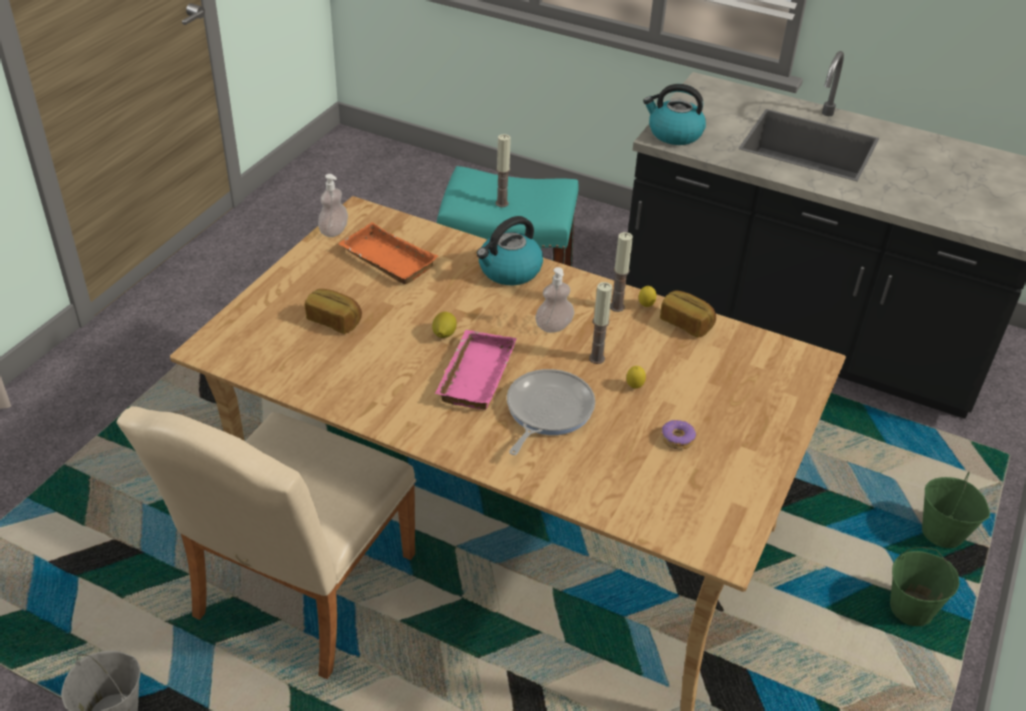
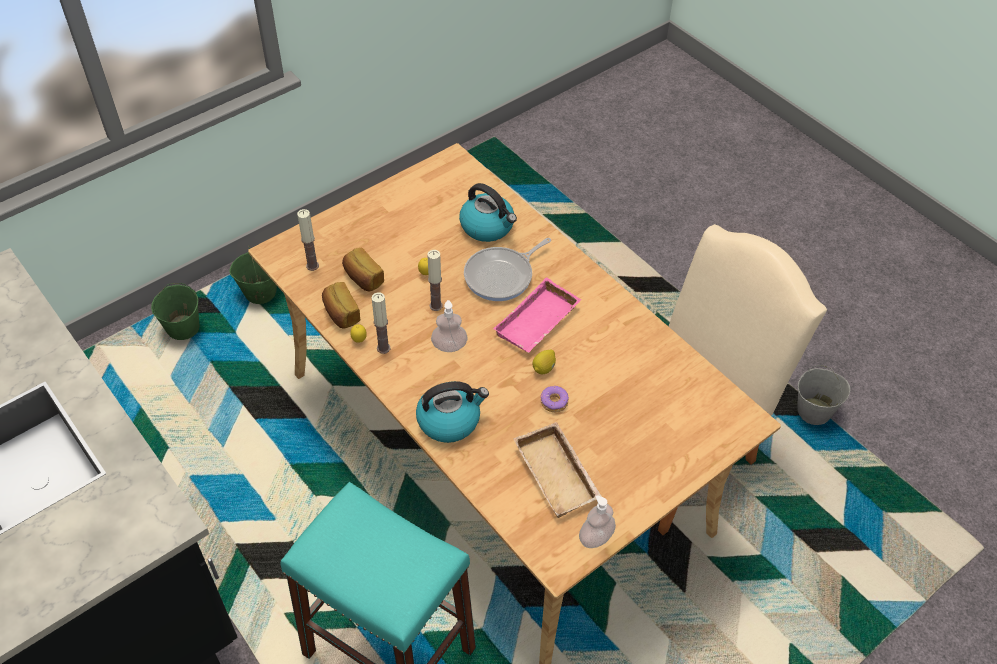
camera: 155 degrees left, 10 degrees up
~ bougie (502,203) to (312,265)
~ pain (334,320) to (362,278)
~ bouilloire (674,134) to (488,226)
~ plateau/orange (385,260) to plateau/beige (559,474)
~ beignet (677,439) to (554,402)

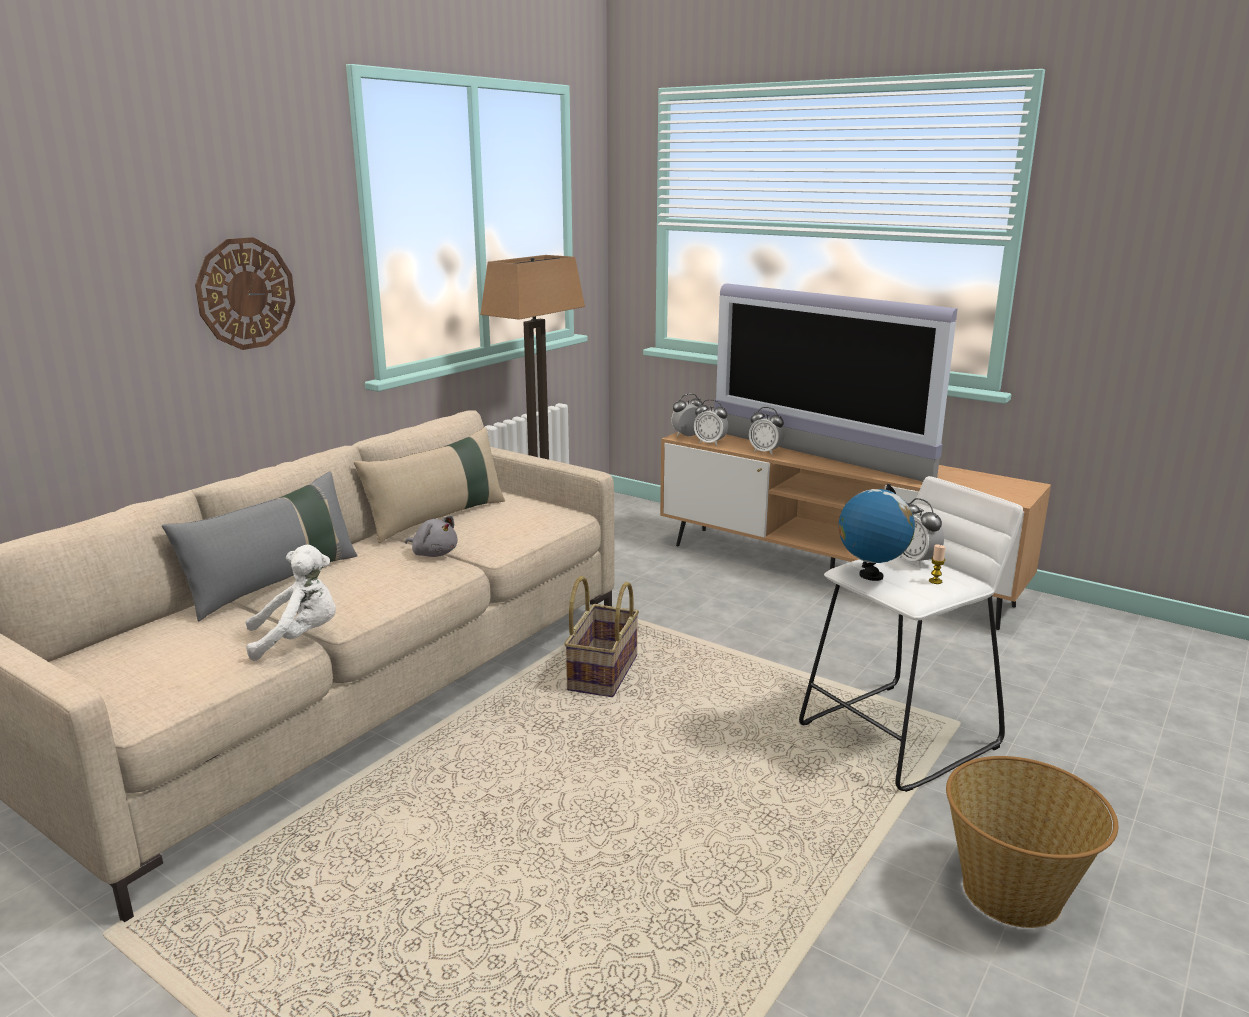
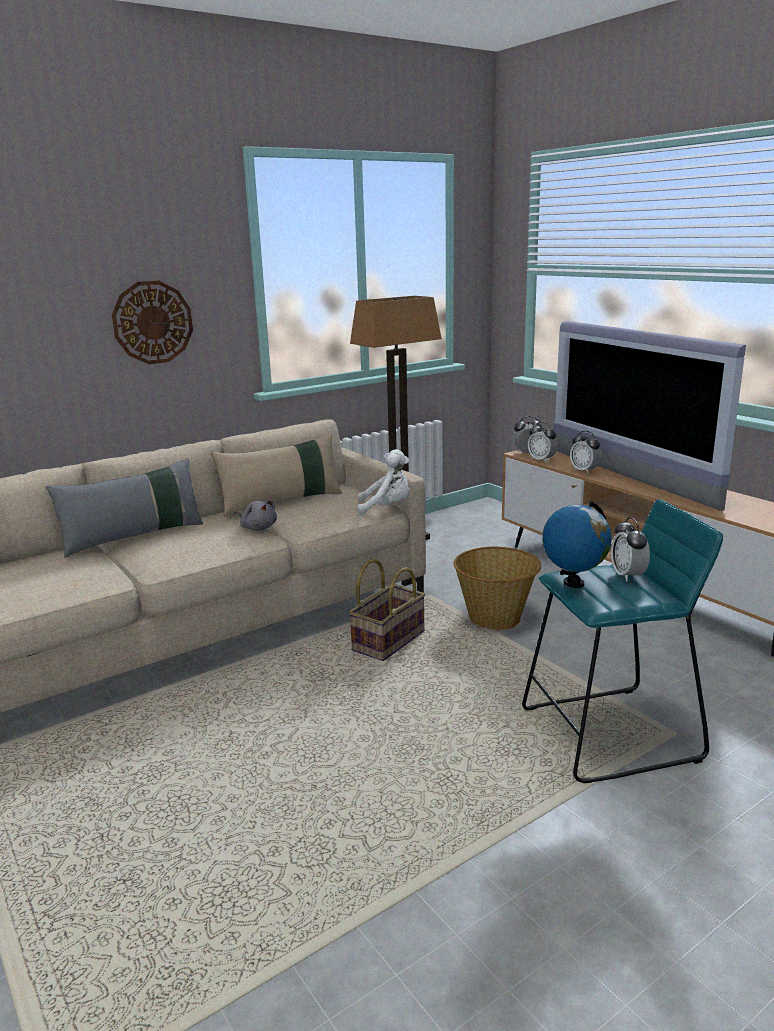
camera: 20 degrees right, 0 degrees up
~ peluche/blanc (298,638) to (386,508)
~ panier (1013,893) to (495,618)
~ tabouret/blanc (899,735) to tabouret/turquoise (610,734)
- bougie (935,581)

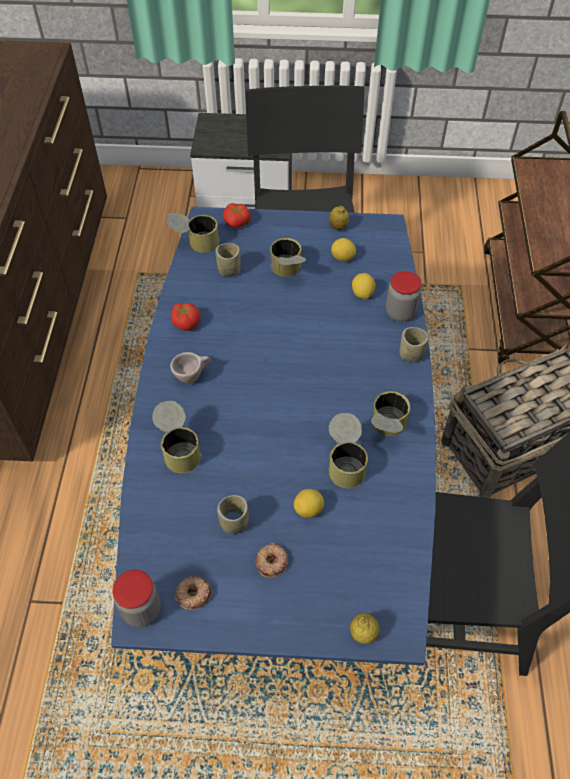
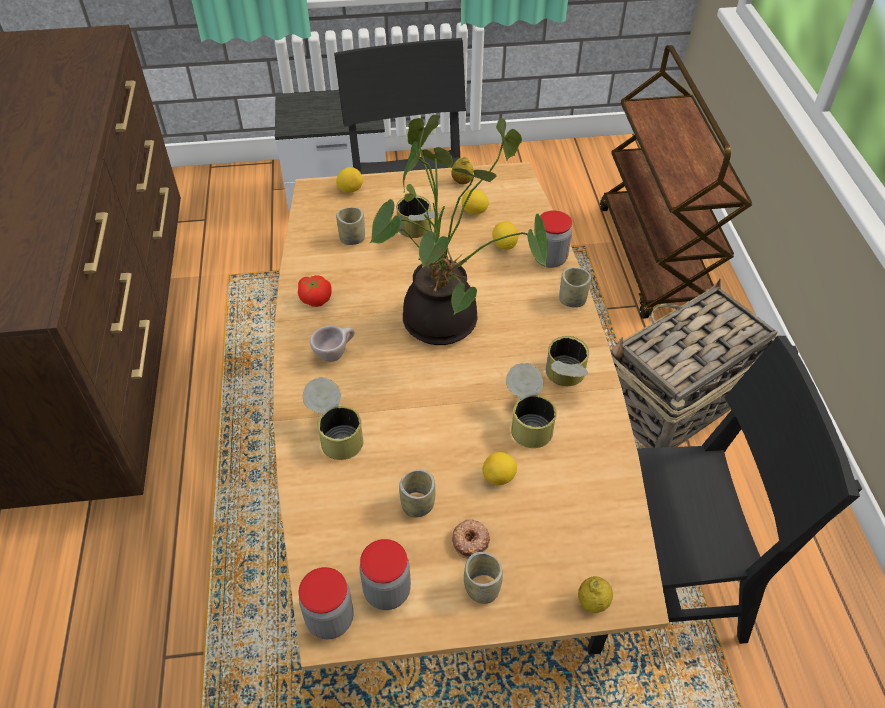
camera: 10 degrees left, 5 degrees down
~ table à manger/bleu (284,502) to table à manger/marron (442,497)
~ tomate (237,222) to citron (350,189)
~ beignet (193,594) to bocal (387,591)
+ plante en pot (447,322)
+ tasse (482,588)
- boîte métallique (195,243)

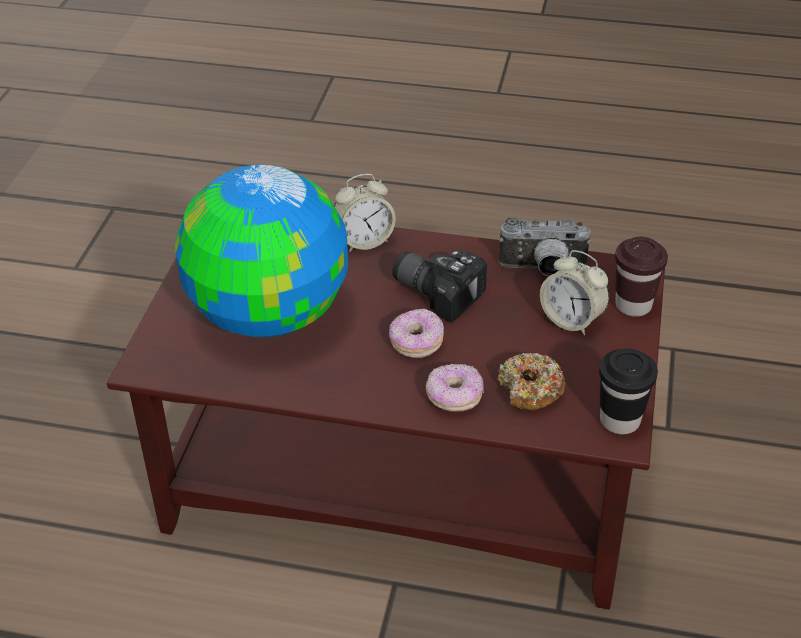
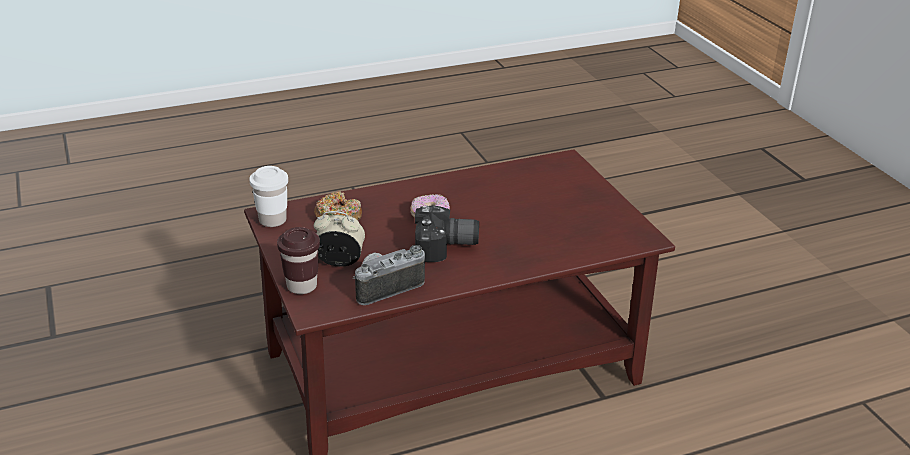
camera: 145 degrees right, 10 degrees down
~ tasse/noir (620,420) to tasse/blanc (272,220)
- globe (270,315)
- réveil (364,241)
- beignet (454,397)

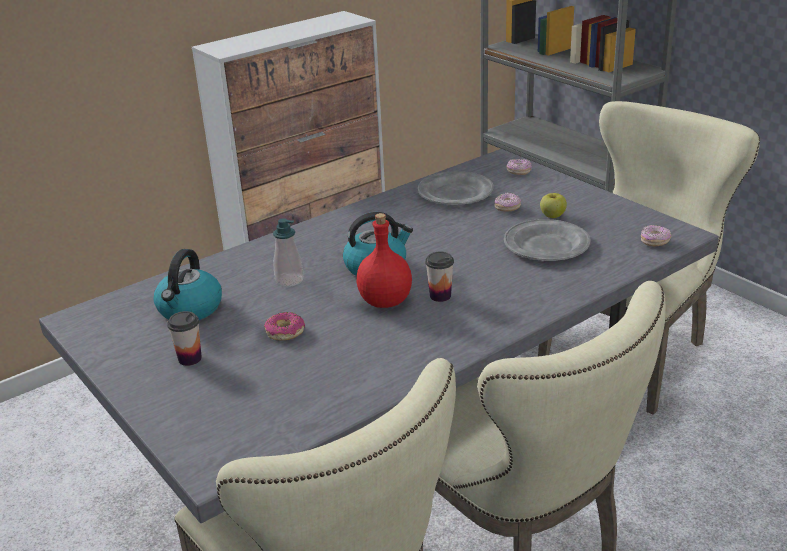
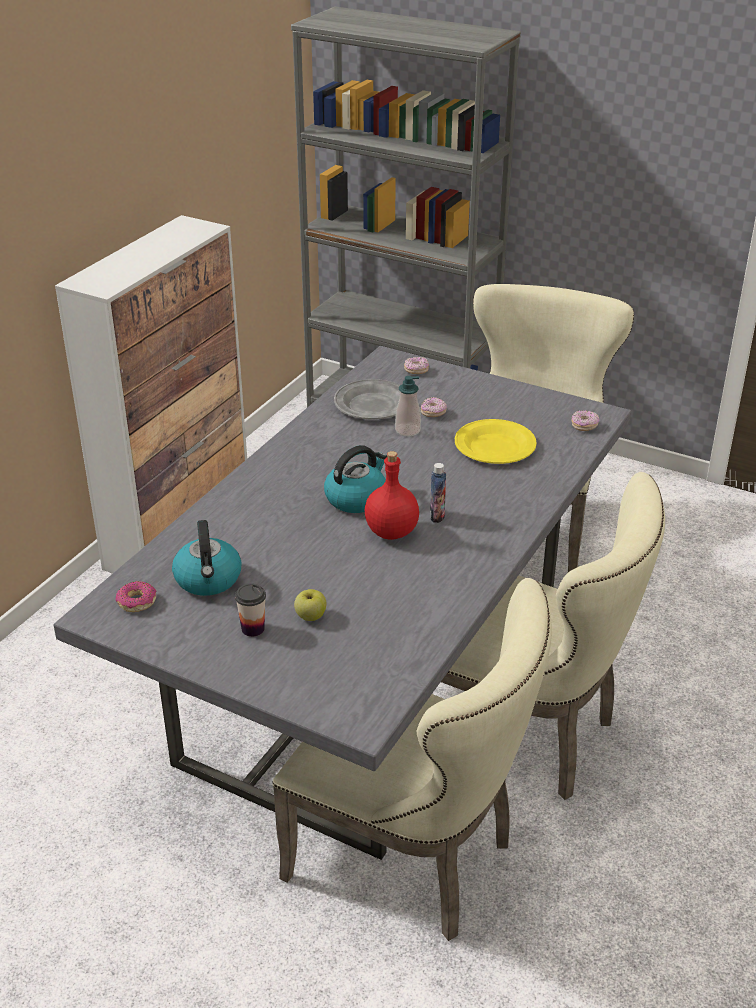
camera: 25 degrees left, 5 degrees up
~ beignet (285,332) to (137,602)
~ pomme (552,216) to (310,616)
~ distributeur de savon (289,280) to (407,430)
~ tasse (440,296) to bouteille (437,516)
~ assiette/gris (547,245) to assiette/jaune (495,446)

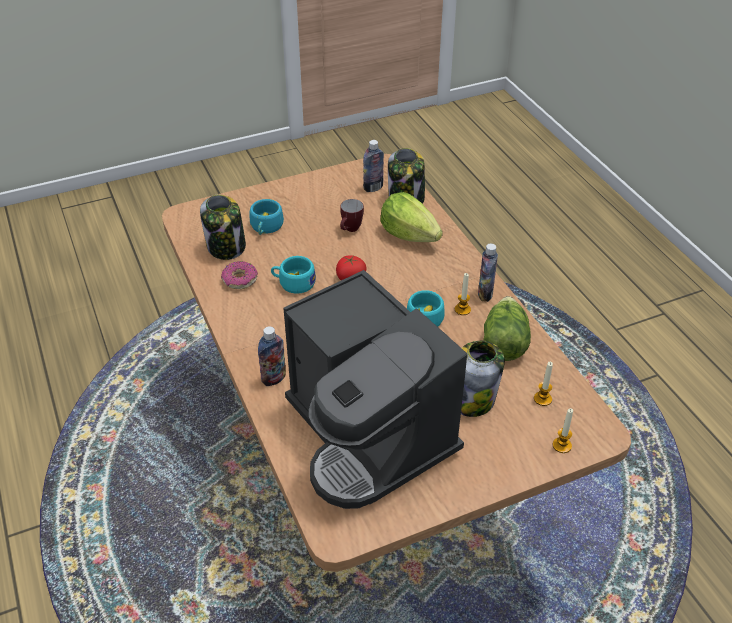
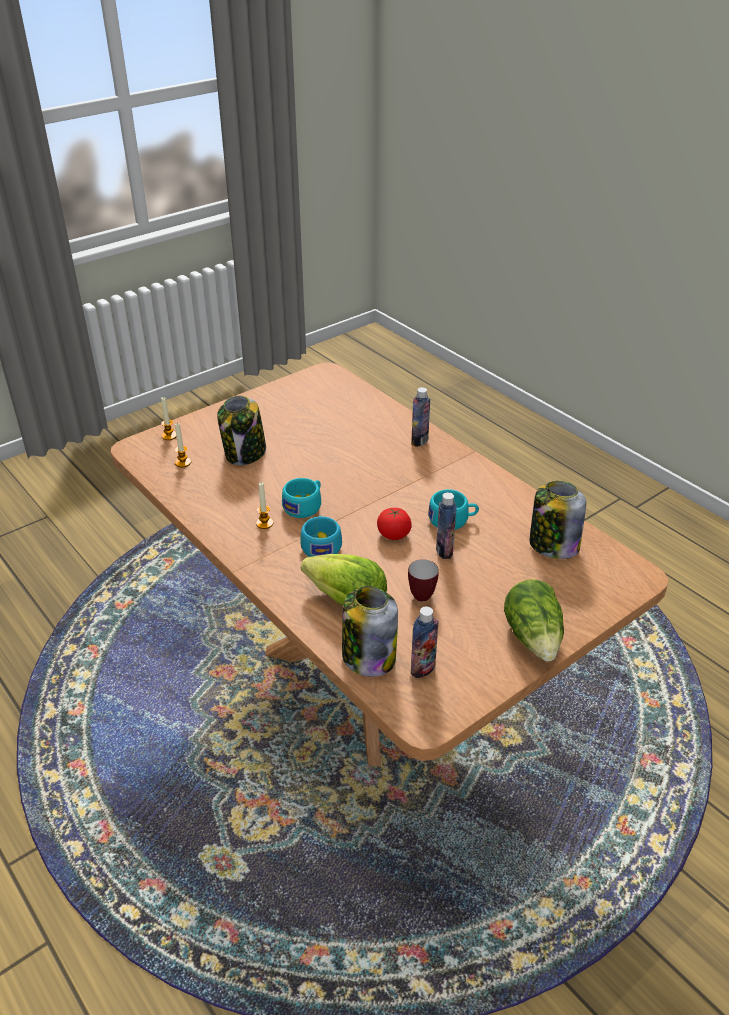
camera: 165 degrees right, 5 degrees down
~ tasse/turquoise (266,227) to (321,545)
~ bouteille (485,294) to (444,550)
~ laitue (503,342) to (534,637)
- beignet (239,280)
- machine à café (369,436)

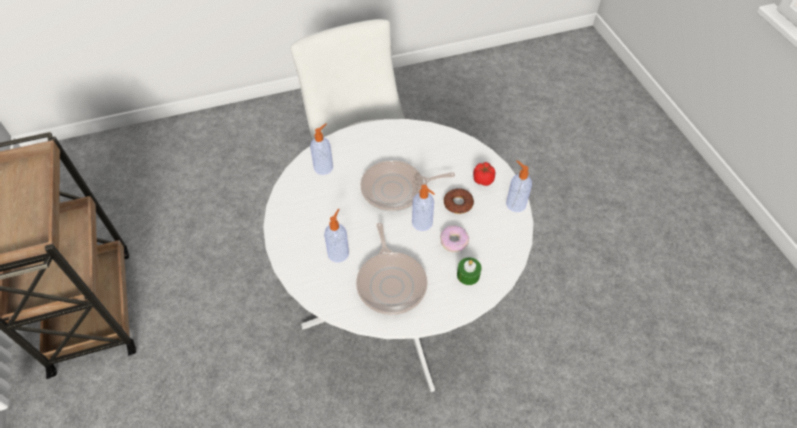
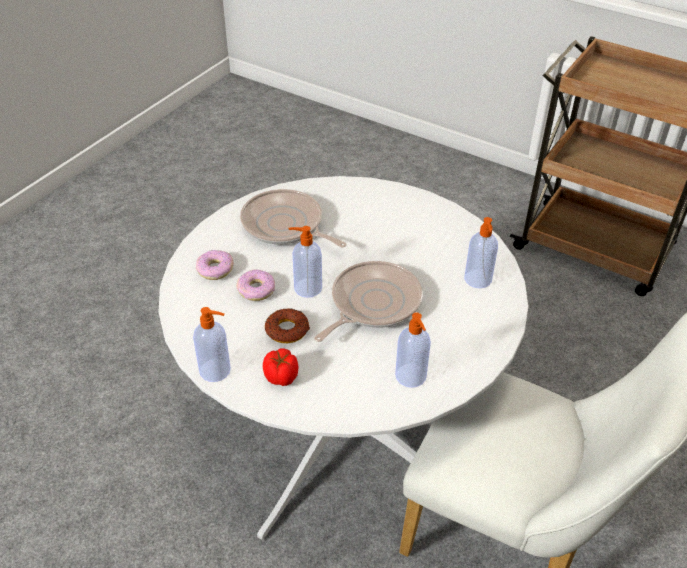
camera: 140 degrees right, 10 degrees down
~ bougie/vert (468,275) to beignet (215,269)
~ distributeur de savon (338,253) to (411,377)

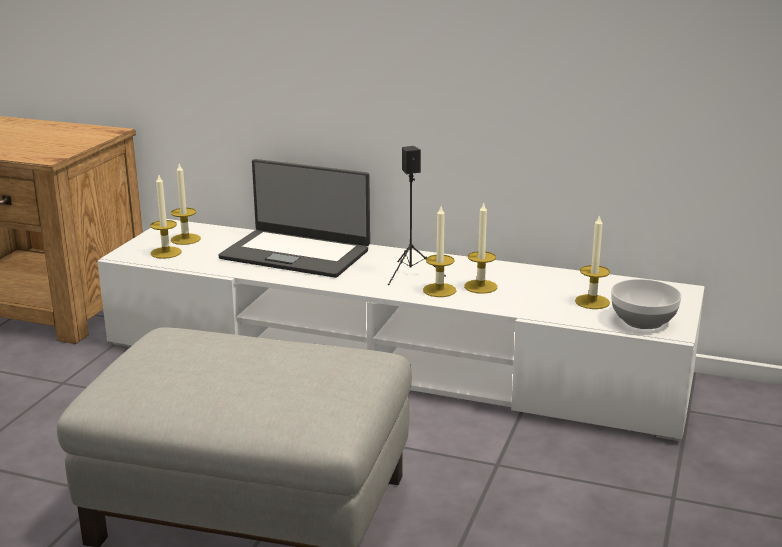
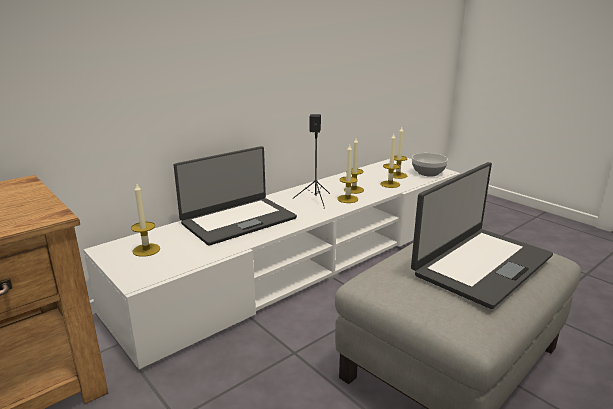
camera: 60 degrees left, 0 degrees up
~ bougie (166,252) to (390,184)
+ ordinateur portable (481,264)

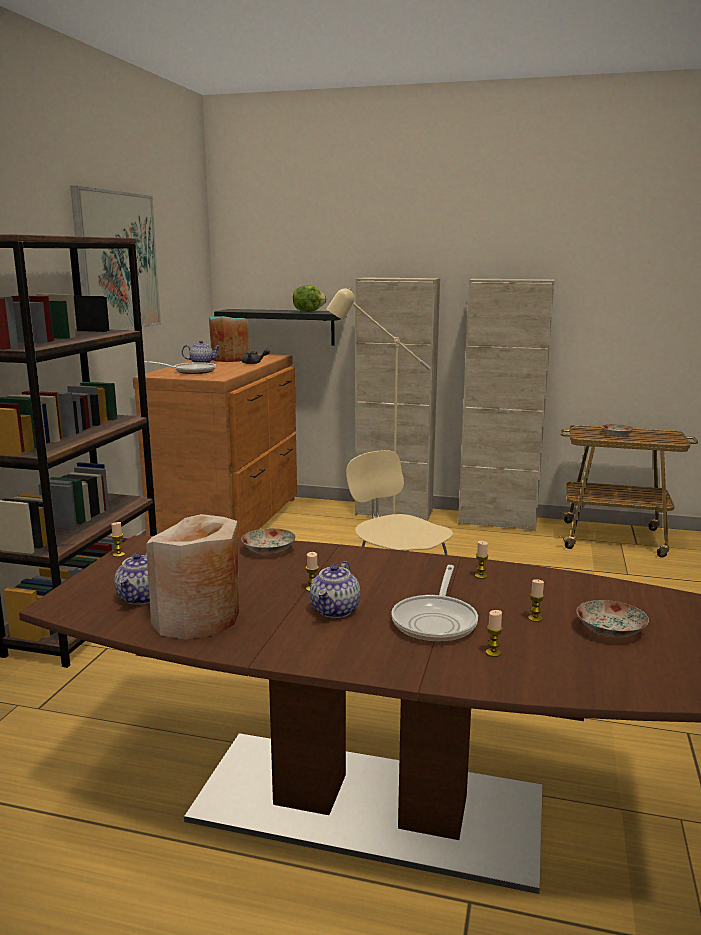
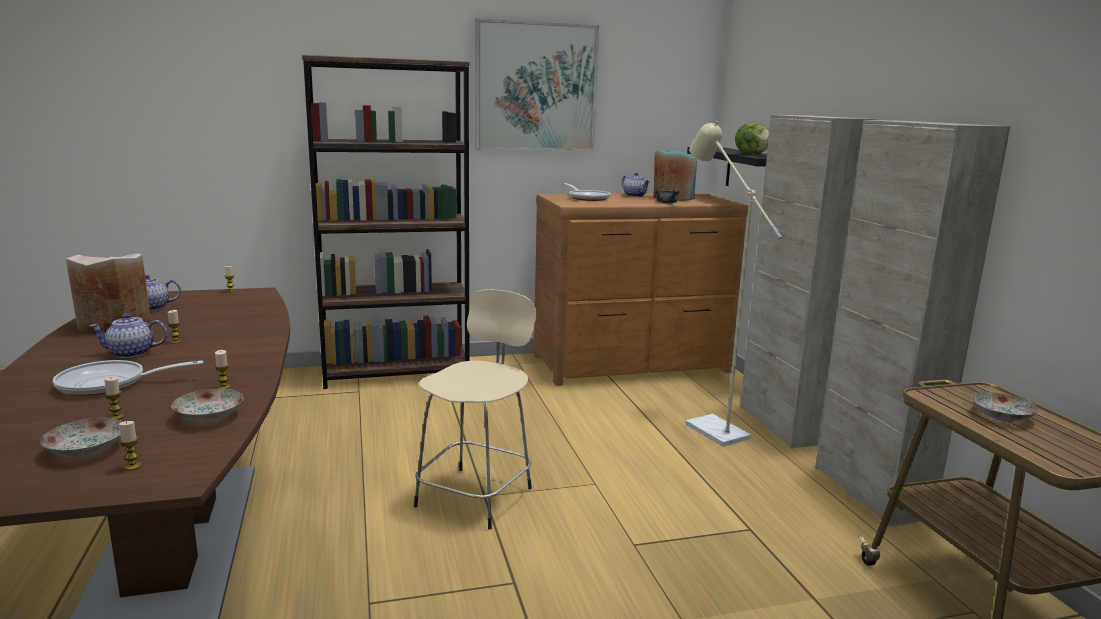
camera: 60 degrees right, 0 degrees up
~ bougie (493,653) to (132,466)
~ assiette (268,550) to (208,416)

